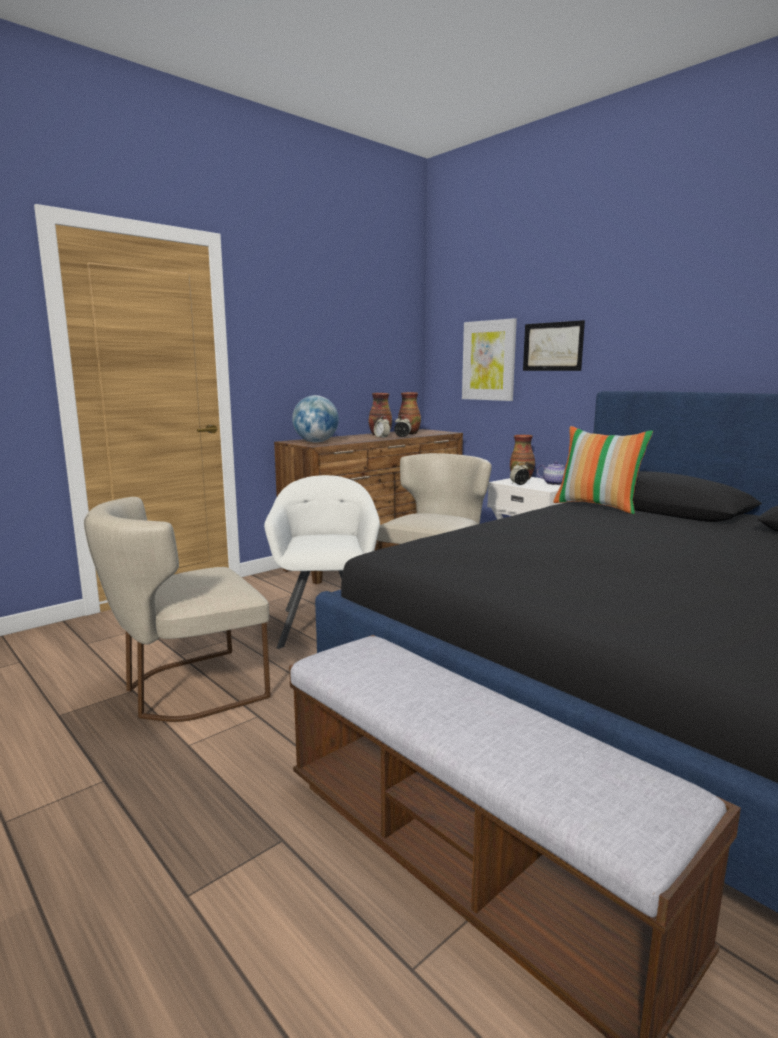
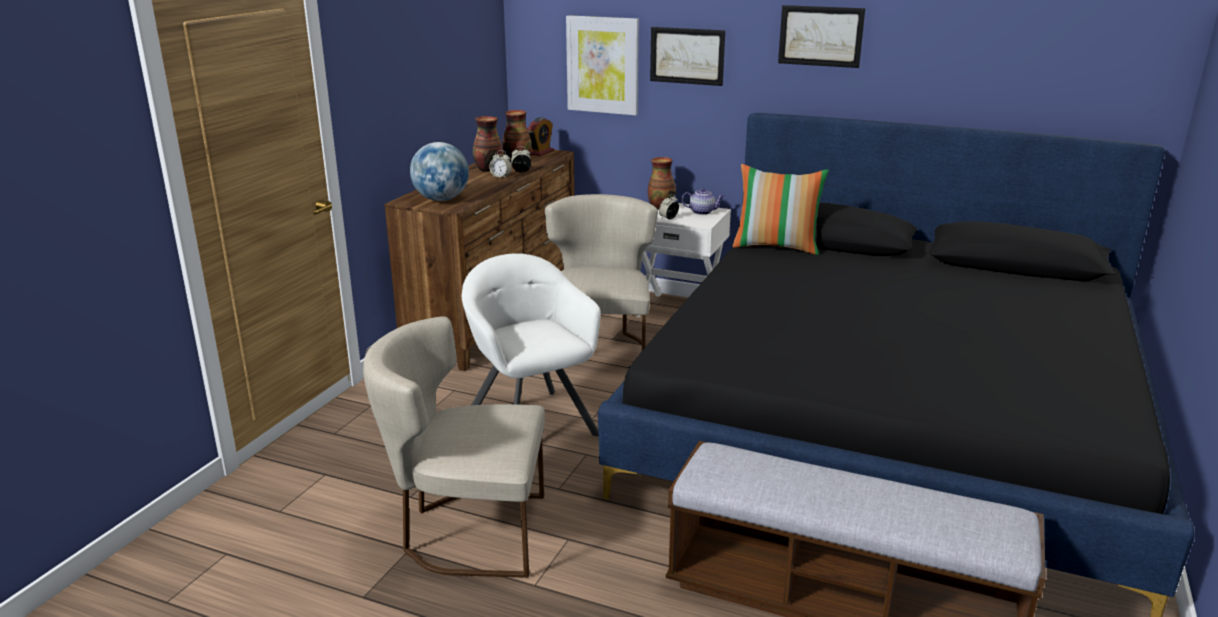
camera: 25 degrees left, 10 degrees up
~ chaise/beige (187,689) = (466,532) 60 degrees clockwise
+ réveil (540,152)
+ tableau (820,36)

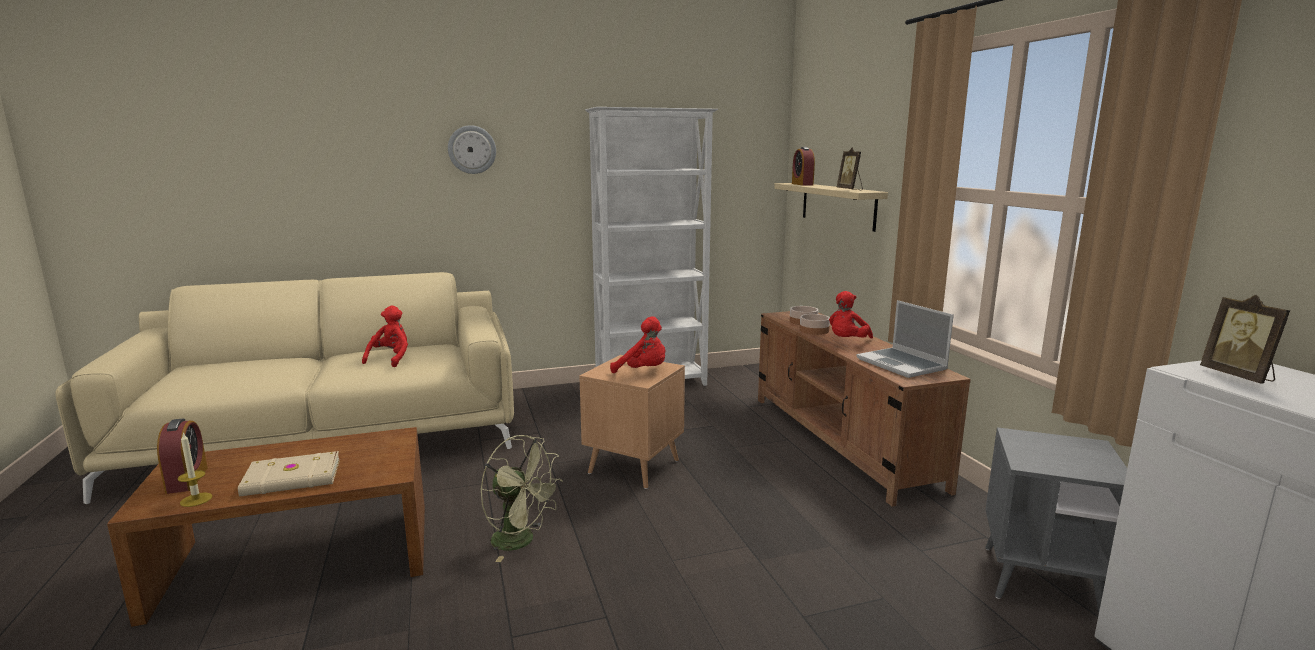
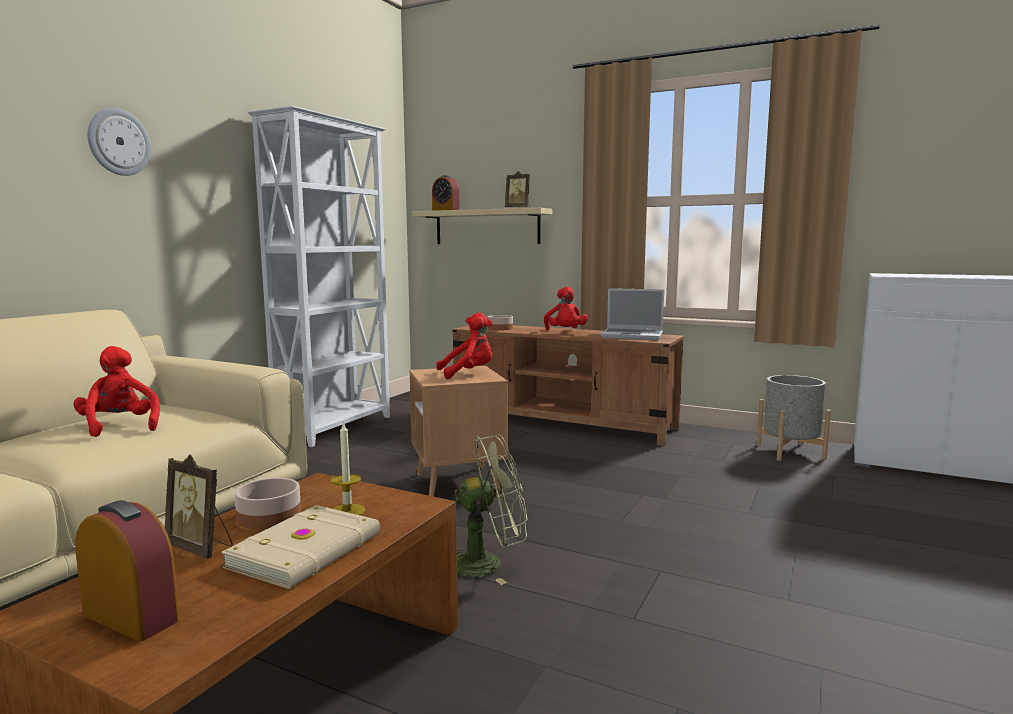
camera: 45 degrees left, 5 degrees down
~ cadre photo (1239,376) to (201,548)
~ bol (814,330) to (270,516)
~ bougie (196,499) to (347,511)
~ table d'appoint/gris (1040,580) to cache-pot/gris (790,452)

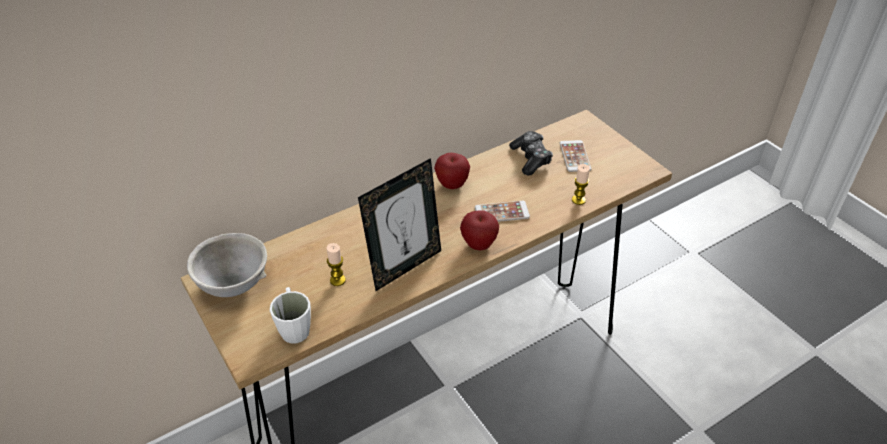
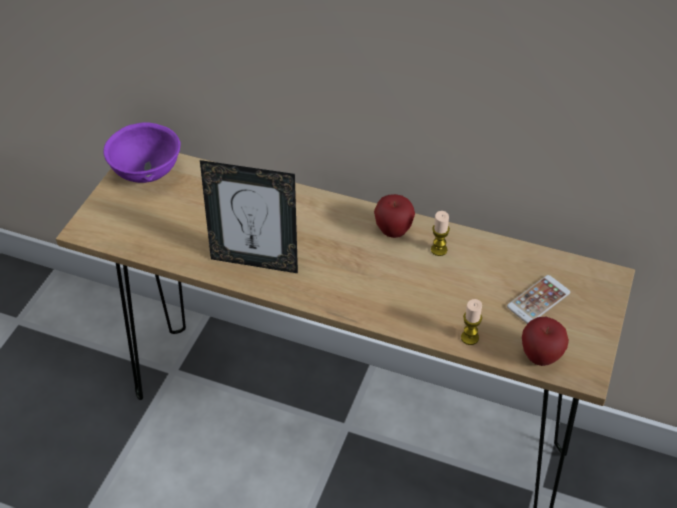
camera: 55 degrees right, 5 degrees up
~ bol/gris (234,284) to bol/violet (149,173)
~ bougie (337,280) to (439,250)
~ pomme (479,245) to (540,356)
- mug/blanc (294,326)
- téléphone (502,212)
- manette (531,159)

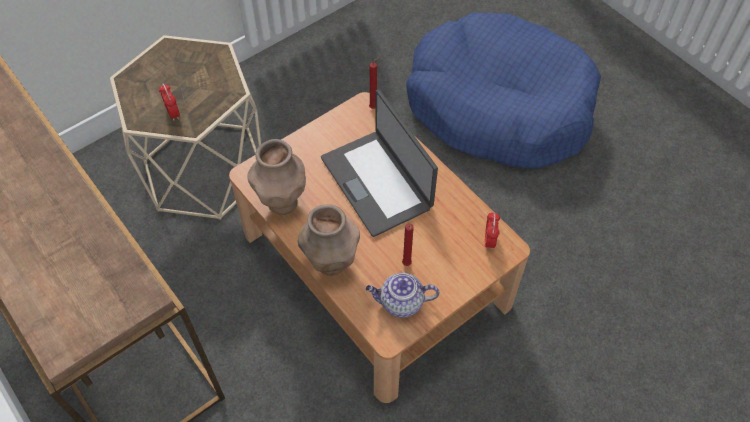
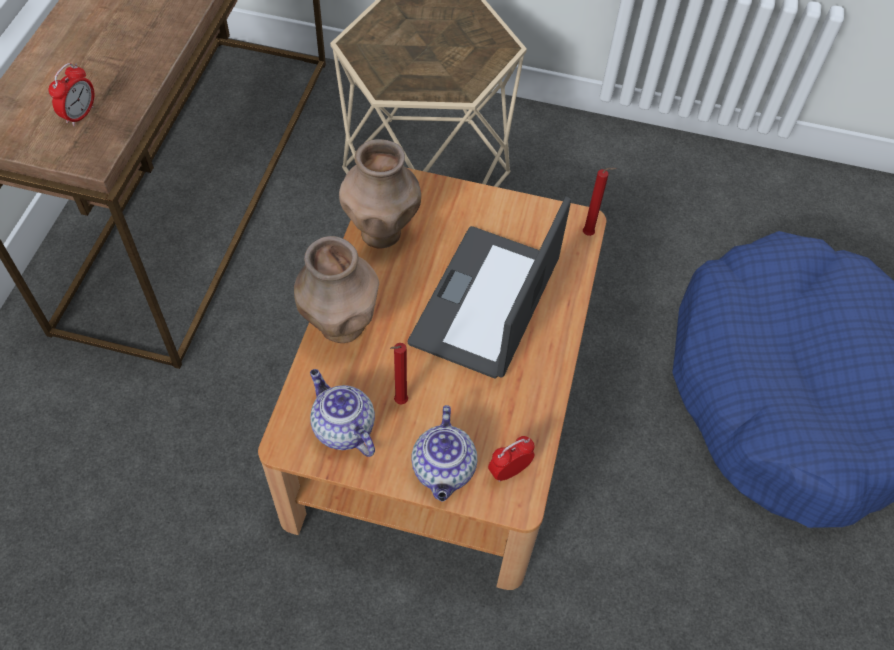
camera: 50 degrees right, 0 degrees up
~ réveil (173,113) to (80,115)
+ théière (444,471)

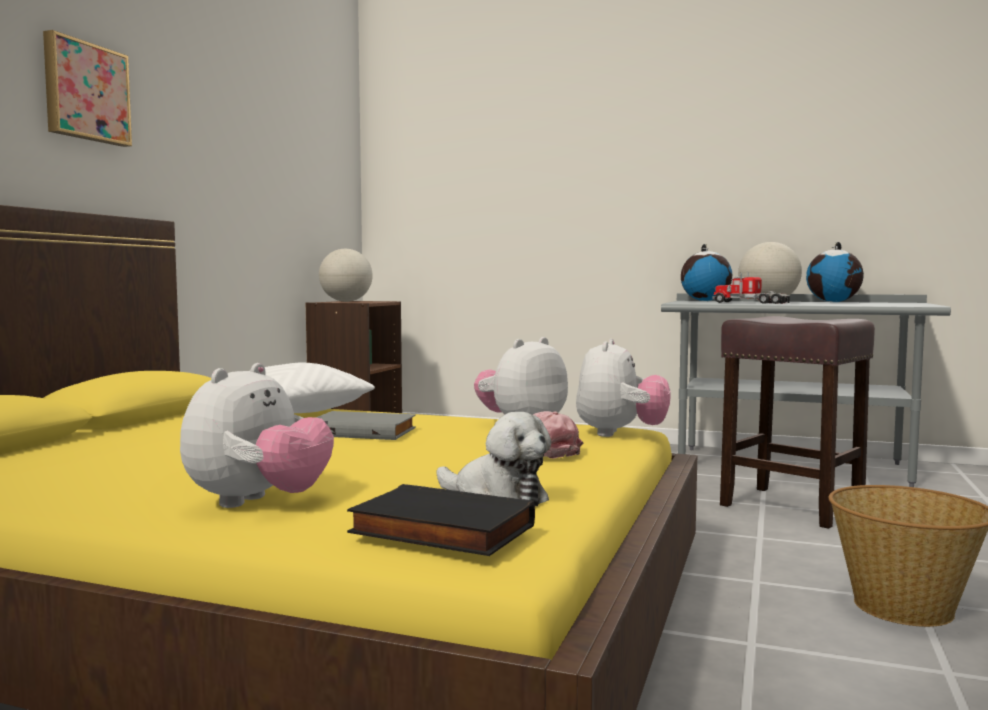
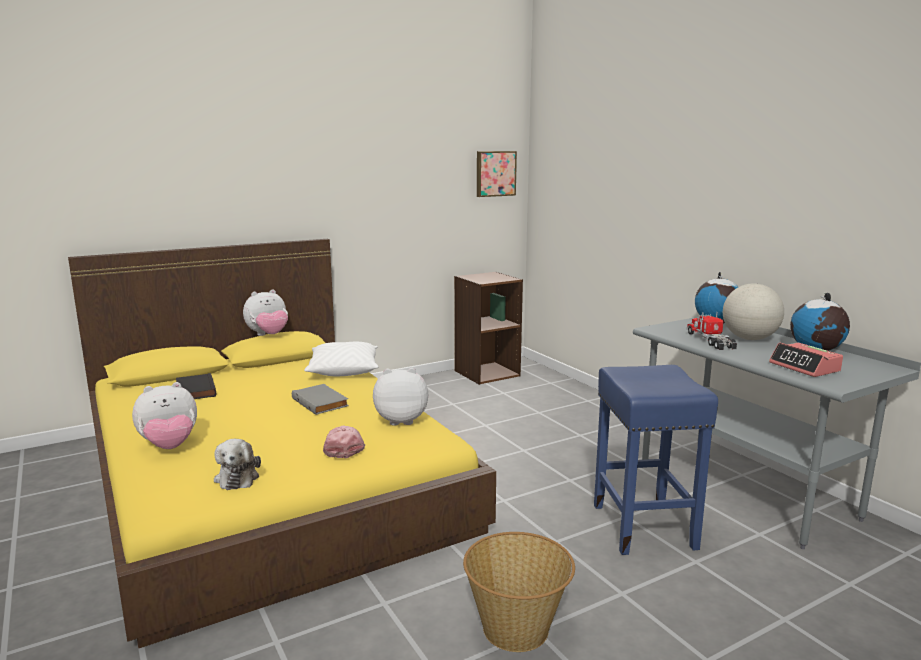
camera: 40 degrees right, 10 degrees up
~ livre/noir (439,530) to (194,390)
~ peluche (620,434) to (268,335)
~ tableau (85,92) to (495,173)
~ tabouret/marron (789,506) to tabouret/bleu (642,525)
+ réveil (805,367)
- globe (346,301)

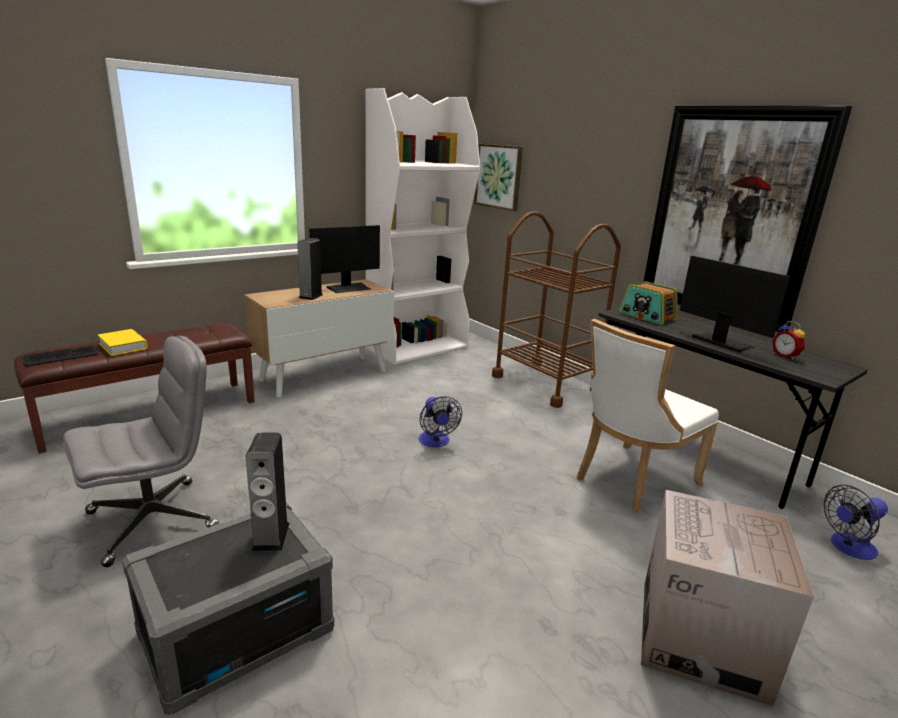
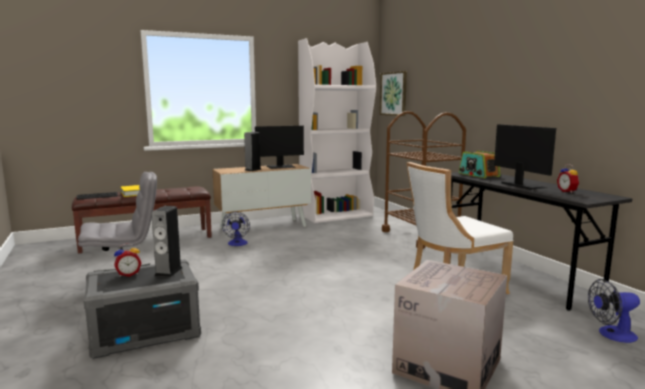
camera: 15 degrees right, 10 degrees down
+ réveil (128,274)
~ ventilateur (435,442) to (237,244)
- tableau (731,215)

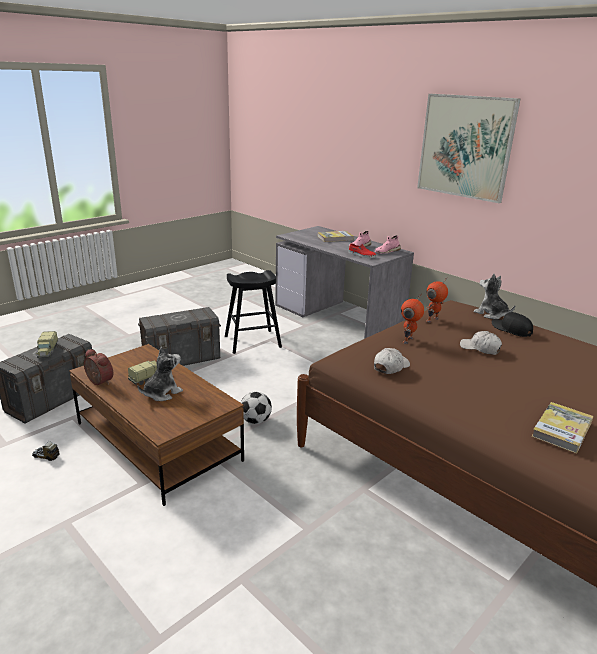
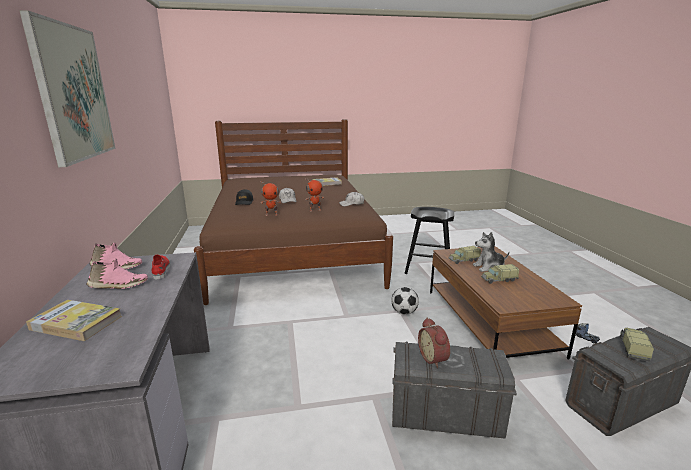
camera: 145 degrees left, 5 degrees down
~ tabouret/noir (252,341) to (428,269)
~ réveil (98,382) to (434,358)
+ camion jouet (463,260)
- peluche (491,314)

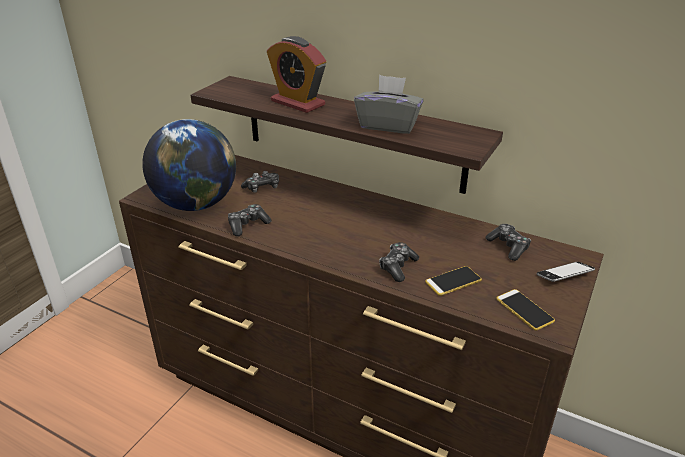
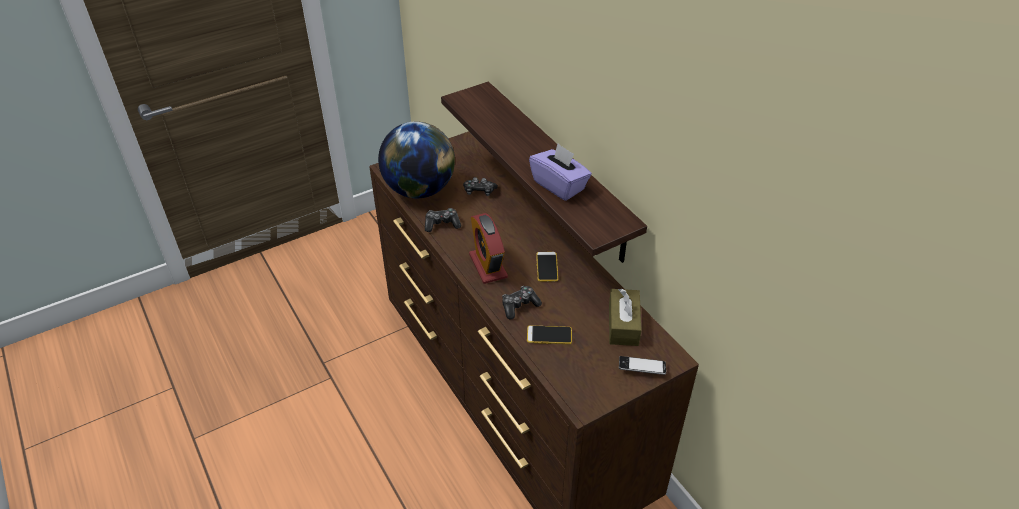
camera: 30 degrees right, 10 degrees up
~ réveil (297,103) to (488,266)
~ boîte à mouchoirs/gris (388,125) to boîte à mouchoirs/violet (559,185)
~ téléphone (524,310) to (547,267)
~ manette (508,247) to boîte à mouchoirs/marron (623,324)

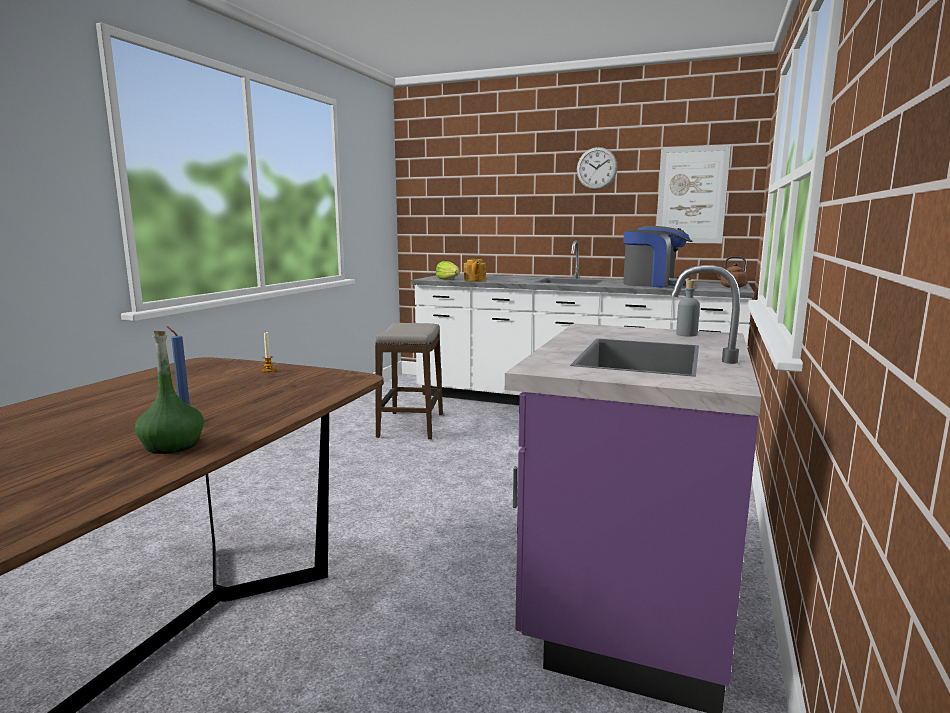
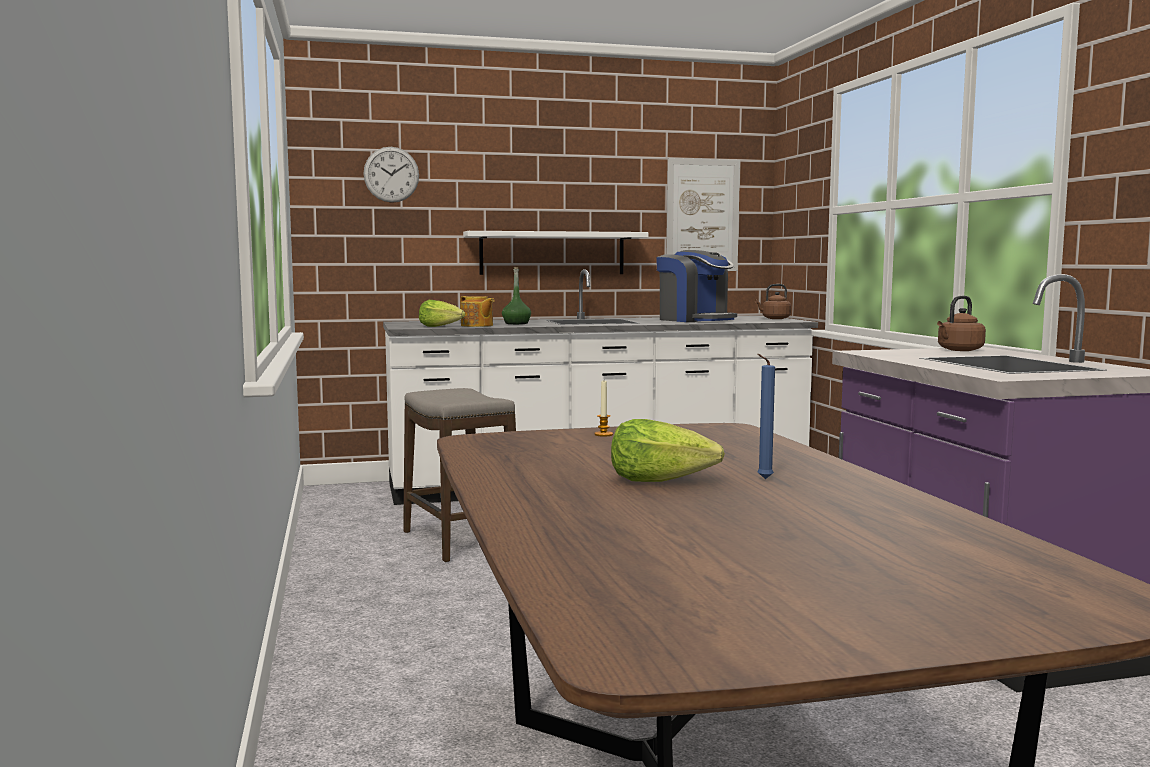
camera: 35 degrees left, 5 degrees down
~ horloge murale (596,168) to (391,174)
+ étagère/blanc (552,253)
~ bouteille/vert (172,445) to (516,323)
+ laitue (661,480)
~ machine à café (654,284) = (695,320) 60 degrees clockwise
~ bouteille/gris (686,334) to bouilloire/marron (958,350)

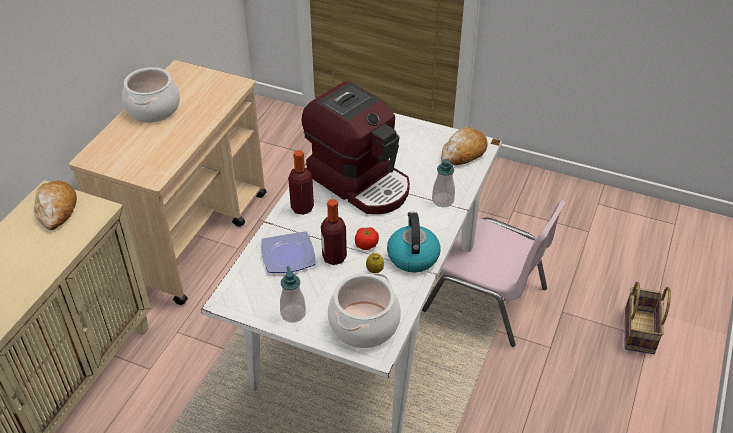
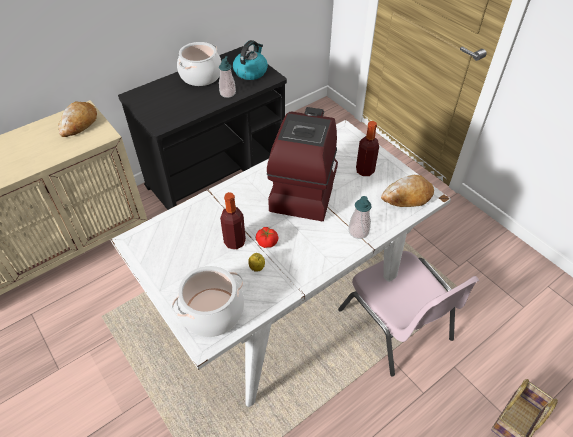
camera: 30 degrees right, 5 degrees up
~ chariot/beige (190,234) to chariot/noir (217,178)
~ distributeur de savon (293,313) to (227,93)
~ bouilloire (412,256) to (250,72)
~ machine à café (360,181) = (303,187) 150 degrees counterclockwise
~ bouteille (302,207) to (365,170)
- assiette (289,256)

